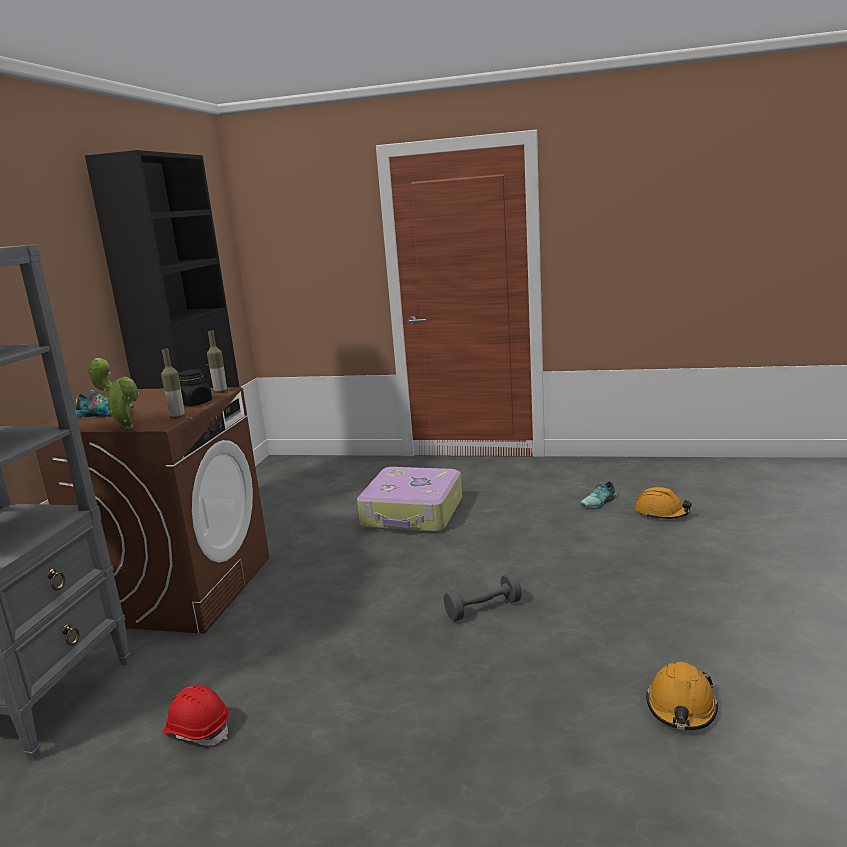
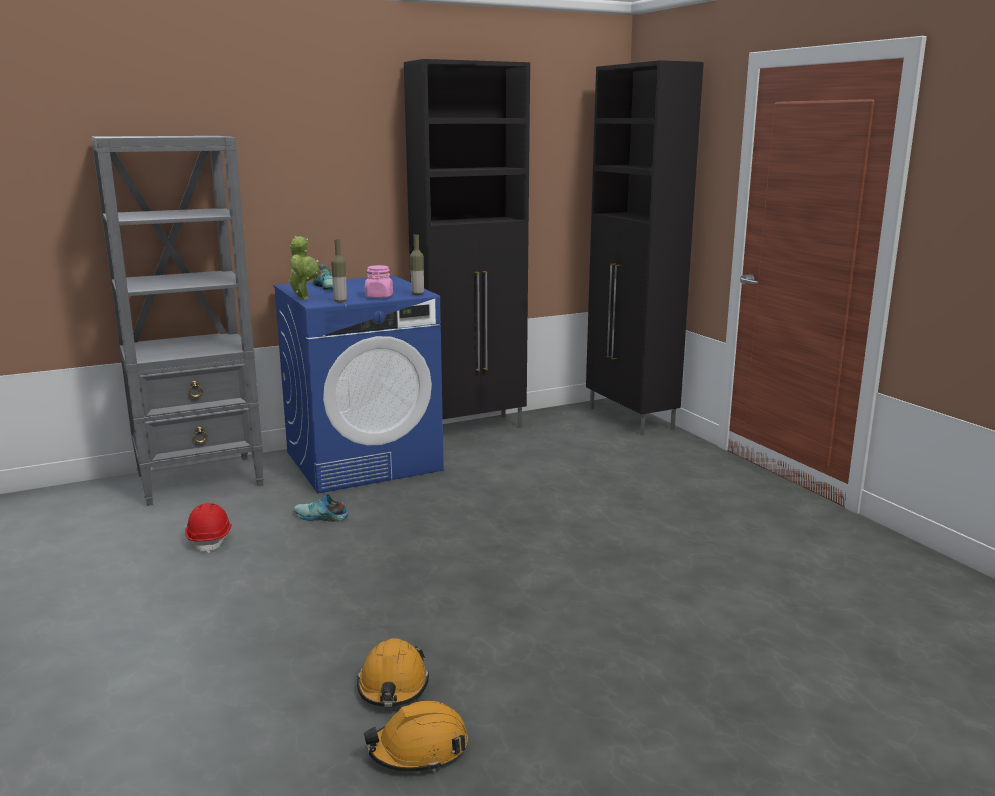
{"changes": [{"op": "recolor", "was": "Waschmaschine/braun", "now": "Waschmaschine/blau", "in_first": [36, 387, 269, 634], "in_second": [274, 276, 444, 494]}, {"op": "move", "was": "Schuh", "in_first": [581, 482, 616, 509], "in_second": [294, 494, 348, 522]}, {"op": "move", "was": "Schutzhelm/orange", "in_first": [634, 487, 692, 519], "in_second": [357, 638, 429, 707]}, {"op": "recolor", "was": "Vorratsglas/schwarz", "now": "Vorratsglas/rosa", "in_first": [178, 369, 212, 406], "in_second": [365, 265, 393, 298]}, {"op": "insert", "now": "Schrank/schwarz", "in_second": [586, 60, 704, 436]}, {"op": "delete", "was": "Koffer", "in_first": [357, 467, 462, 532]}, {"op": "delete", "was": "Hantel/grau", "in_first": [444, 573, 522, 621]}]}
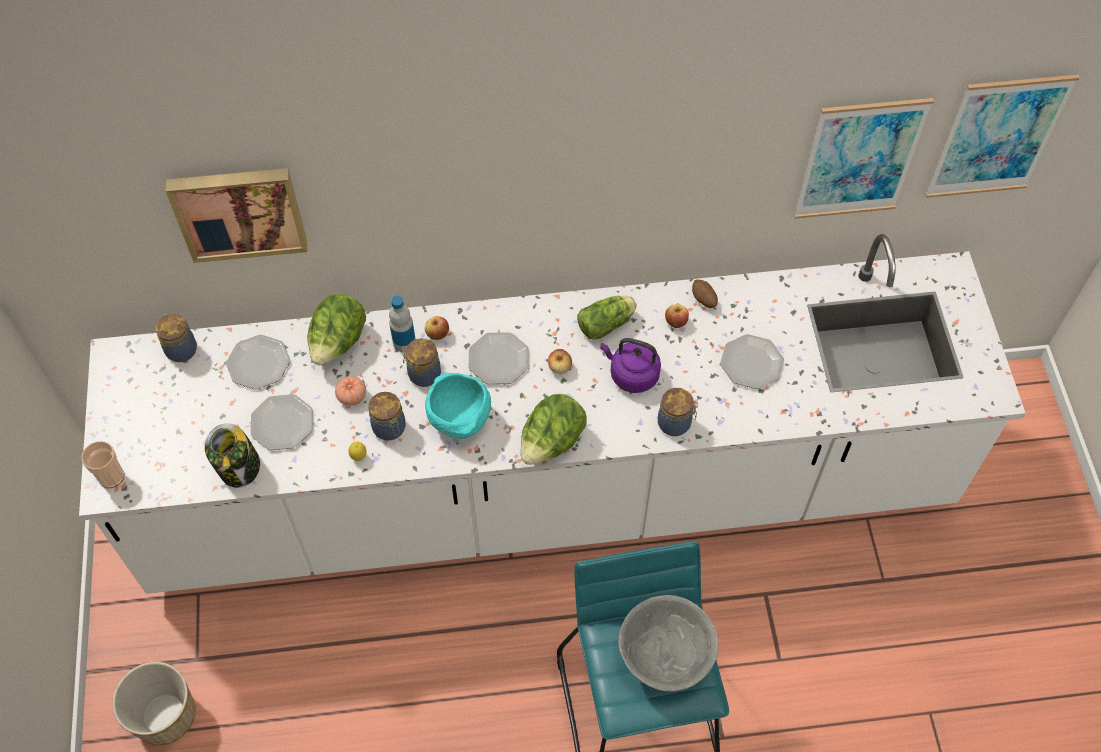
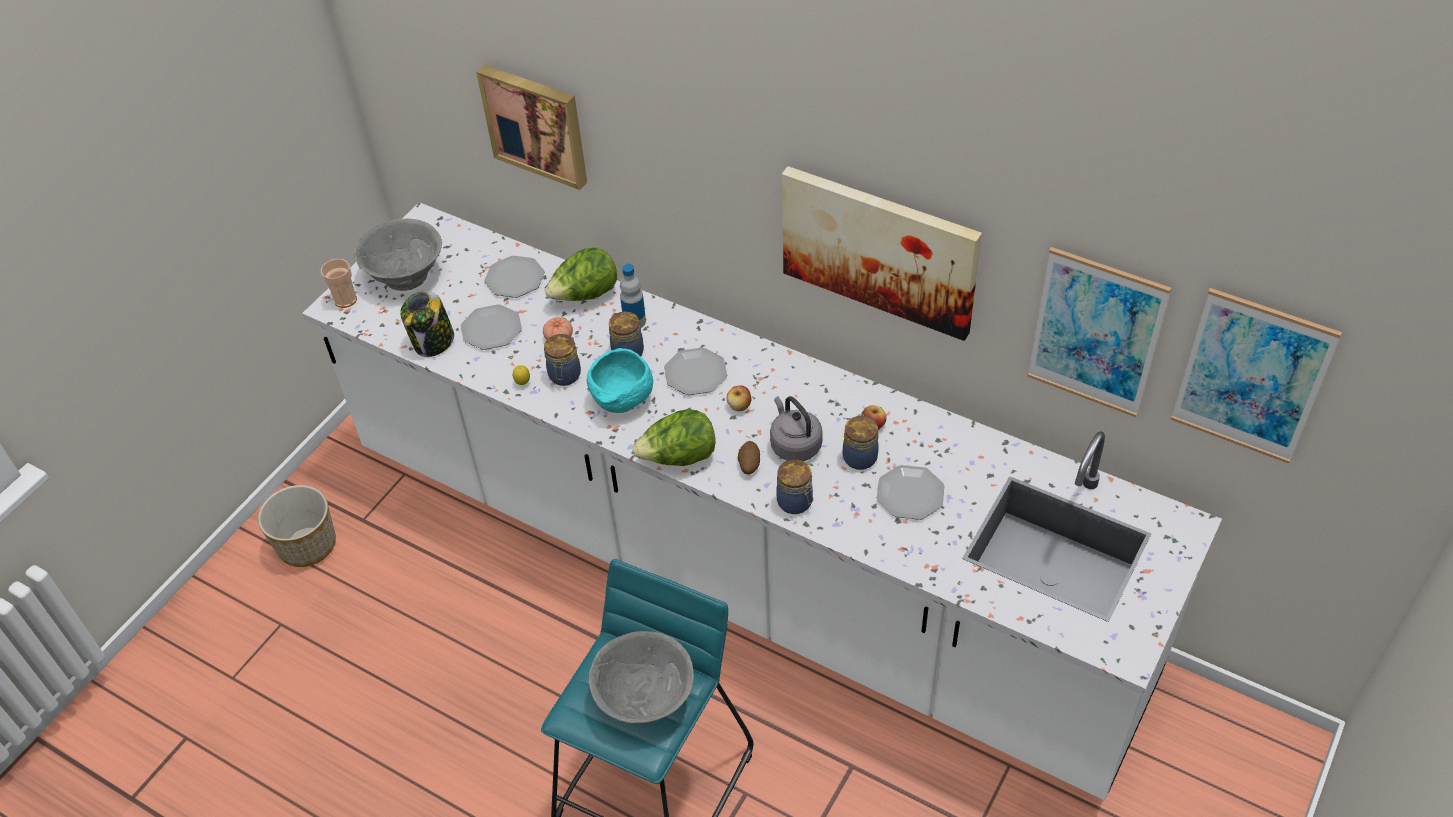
{"changes": [{"op": "insert", "now": "Schüssel/grau", "in_second": [354, 218, 442, 291]}, {"op": "move", "was": "Kartoffel", "in_first": [692, 280, 718, 308], "in_second": [738, 441, 760, 475]}, {"op": "recolor", "was": "Wasserkessel/lila", "now": "Wasserkessel/grau", "in_first": [600, 338, 661, 393], "in_second": [770, 396, 823, 461]}, {"op": "insert", "now": "Bild", "in_second": [782, 166, 982, 341]}, {"op": "move", "was": "Vorratsglas", "in_first": [156, 314, 197, 362], "in_second": [843, 414, 879, 470]}, {"op": "delete", "was": "Apfel", "in_first": [425, 316, 449, 340]}, {"op": "delete", "was": "Salatkopf", "in_first": [577, 296, 637, 339]}]}
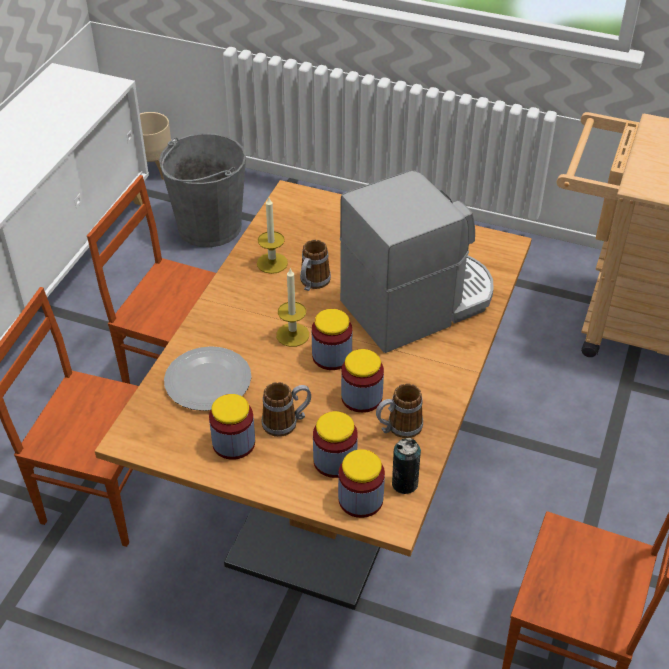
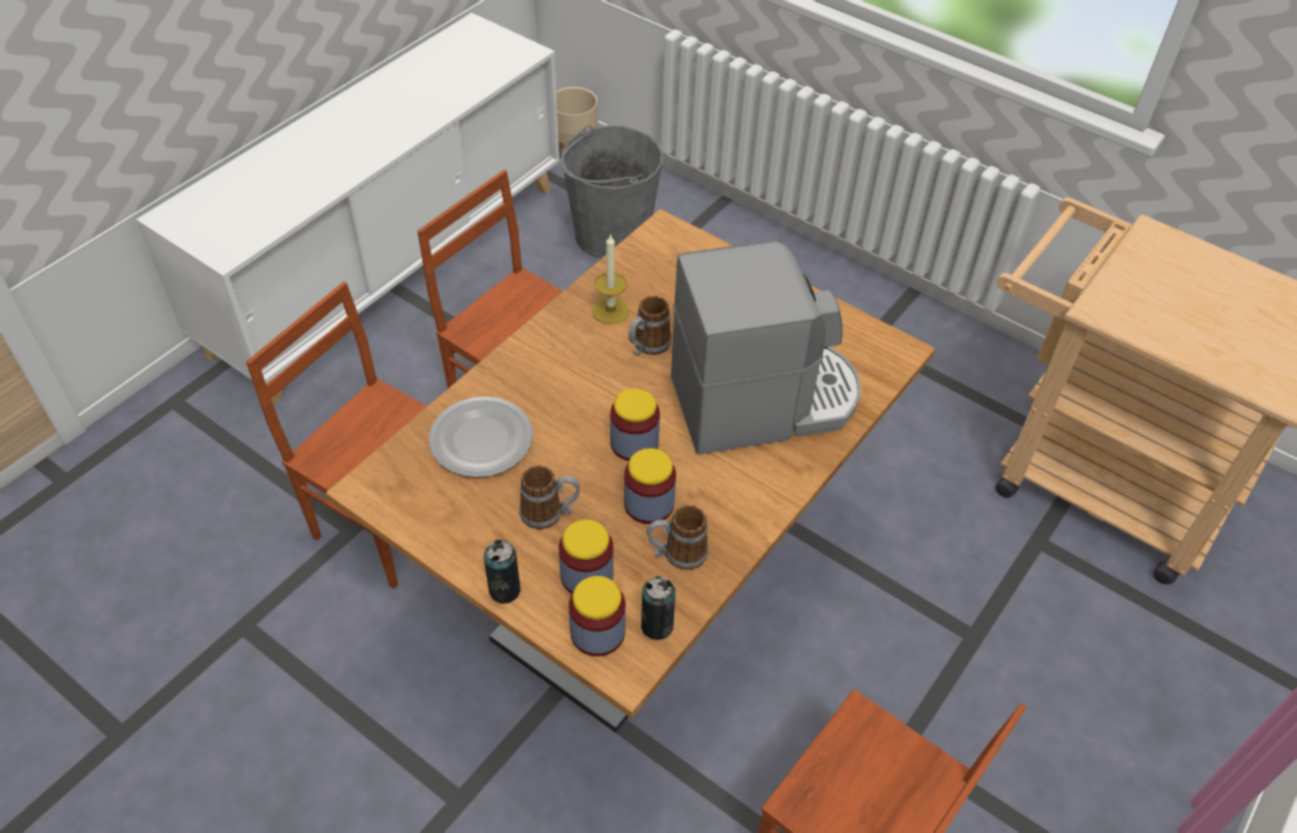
{"changes": [{"op": "insert", "now": "Dose", "in_second": [483, 540, 521, 604]}, {"op": "delete", "was": "Vorratsglas", "in_first": [209, 394, 255, 460]}, {"op": "delete", "was": "Kerze", "in_first": [276, 267, 309, 347]}]}
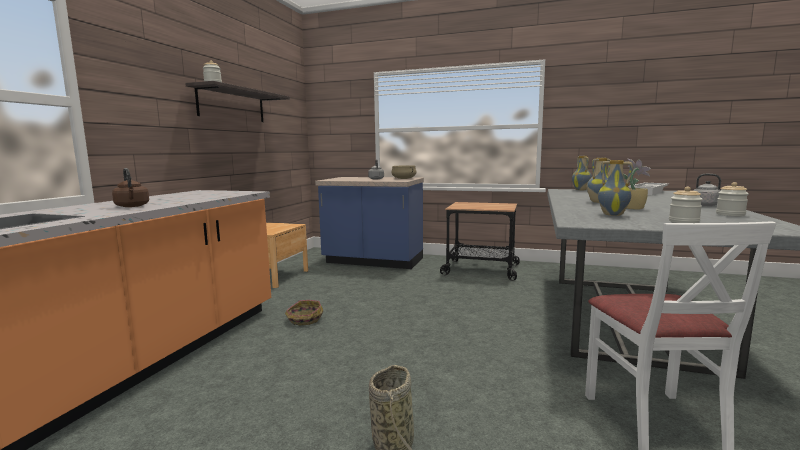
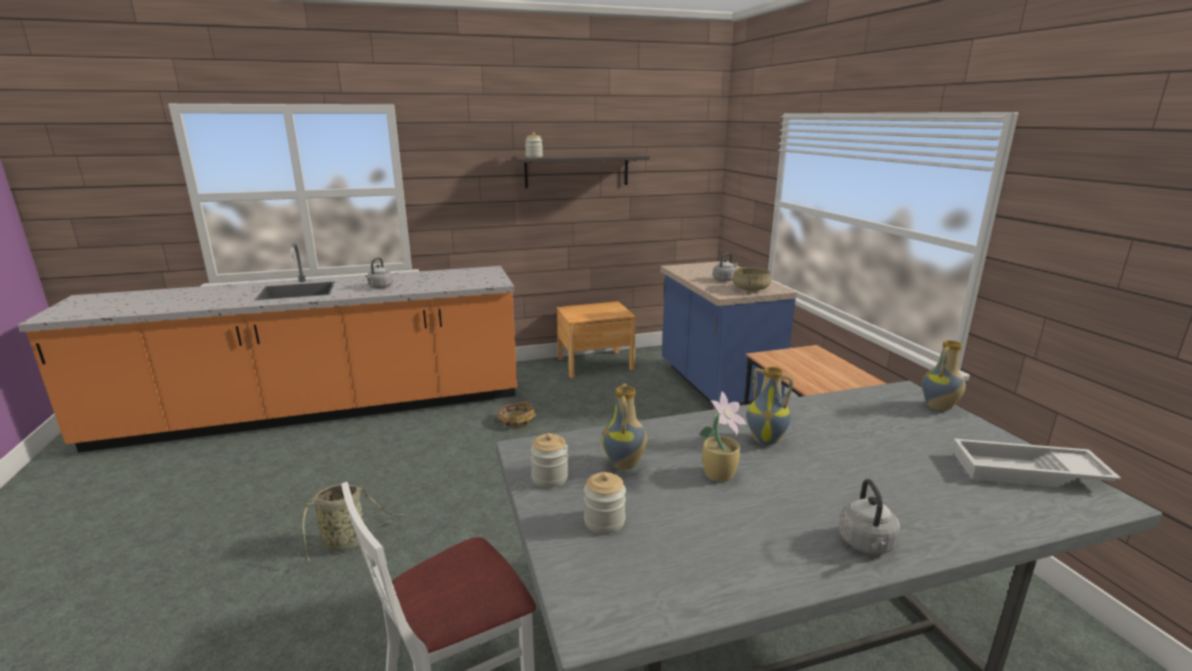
{"changes": [{"op": "recolor", "was": "Wasserkessel/braun", "now": "Wasserkessel/grau", "in_first": [112, 168, 149, 207], "in_second": [365, 257, 393, 289]}, {"op": "move", "was": "Vorratsglas", "in_first": [716, 182, 749, 216], "in_second": [530, 433, 569, 488]}]}
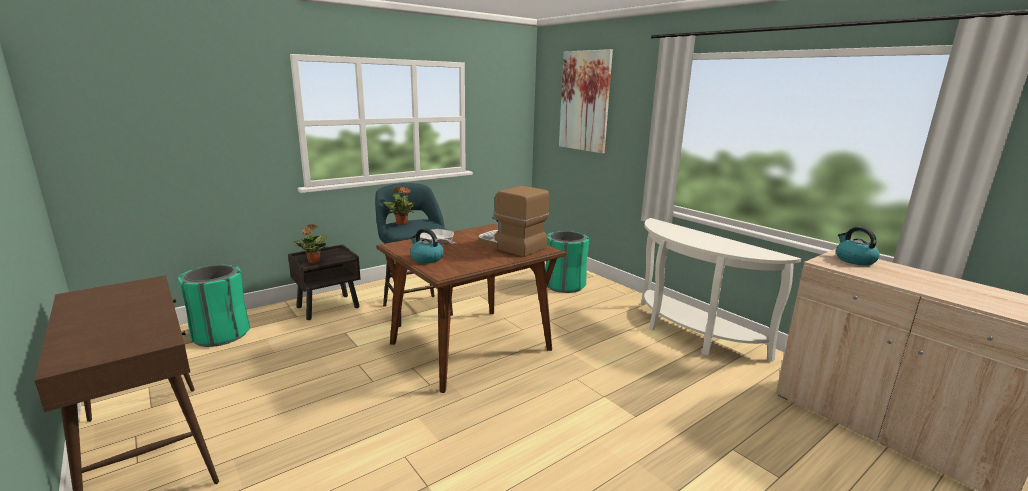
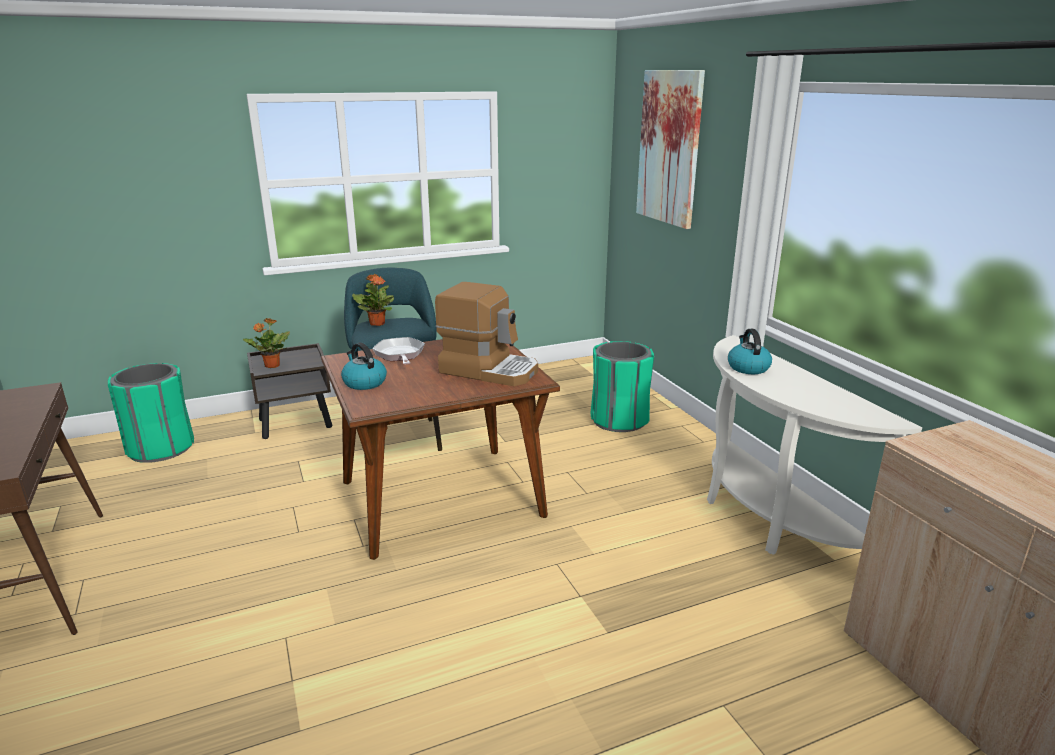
{"changes": [{"op": "rotate", "was": "Kaffeemaschine", "in_first": [478, 186, 549, 257], "in_second": [435, 282, 538, 386], "clockwise": 150}, {"op": "move", "was": "Wasserkessel", "in_first": [836, 227, 880, 265], "in_second": [728, 329, 772, 374]}]}
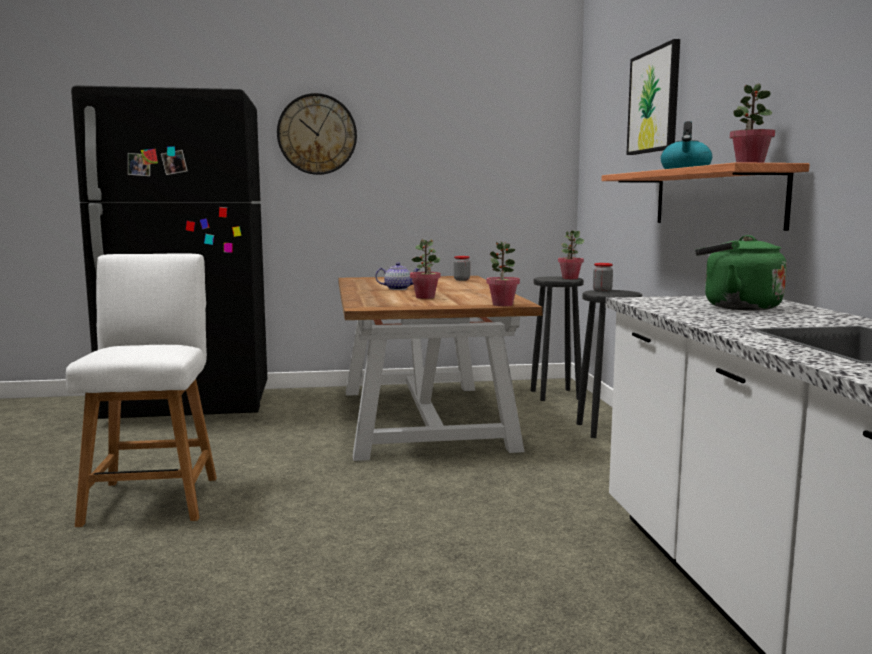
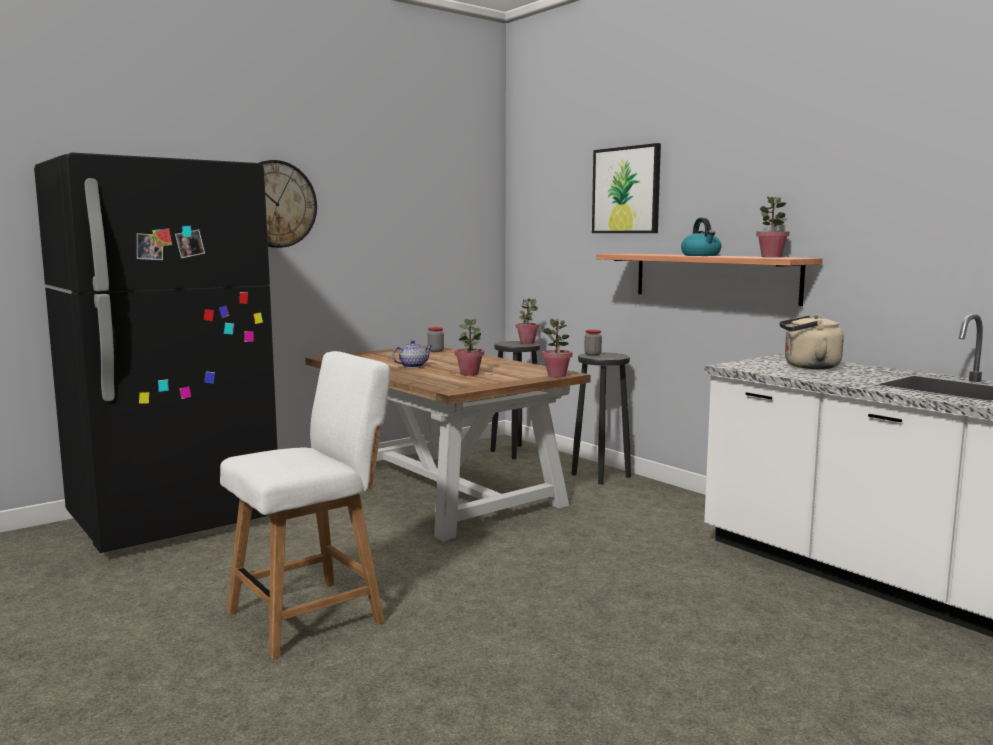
{"changes": [{"op": "rotate", "was": "Stuhl/weiß", "in_first": [66, 253, 217, 527], "in_second": [220, 351, 390, 659], "clockwise": 90}, {"op": "recolor", "was": "Wasserkessel/grün", "now": "Wasserkessel/beige", "in_first": [695, 235, 787, 310], "in_second": [779, 314, 844, 369]}]}
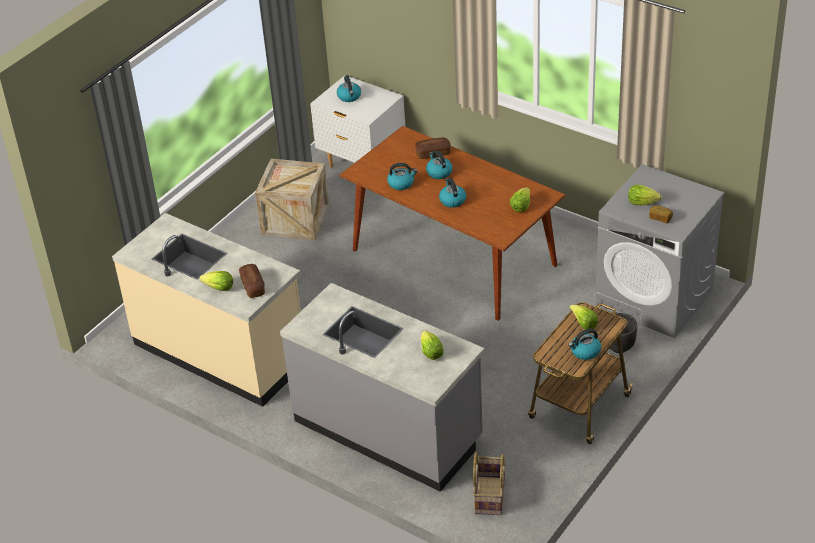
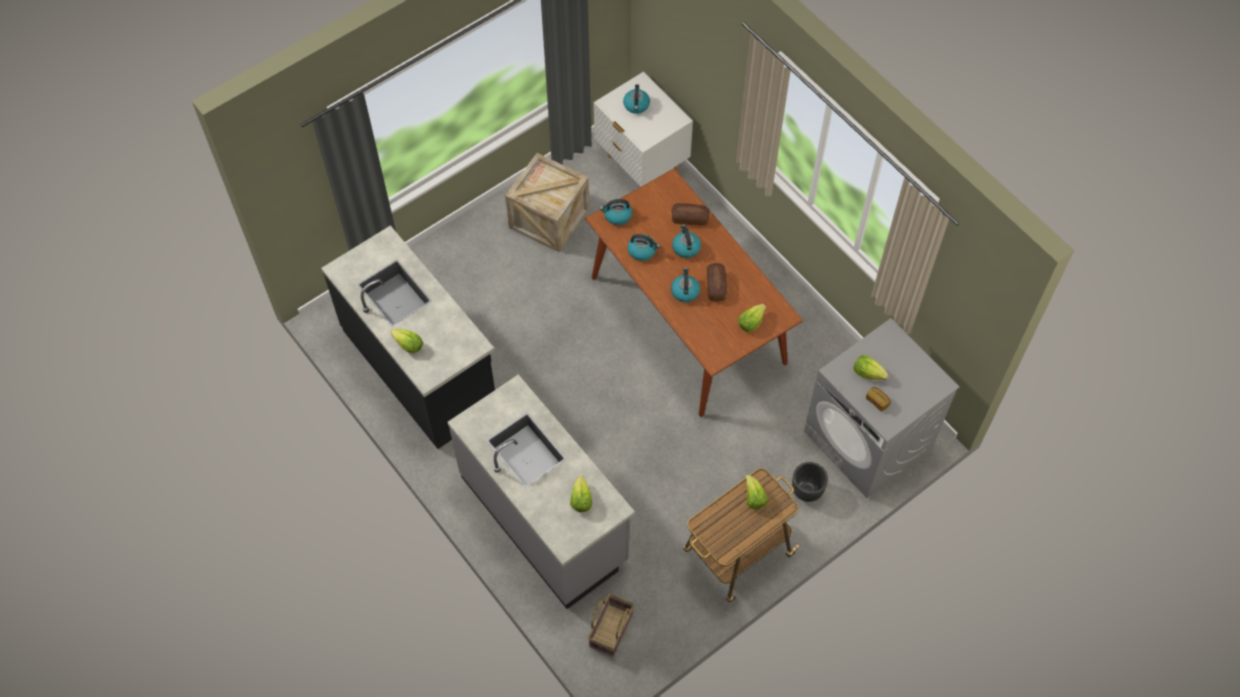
{"changes": [{"op": "recolor", "was": "Küchenzeile/beige", "now": "Küchenzeile/schwarz", "in_first": [112, 213, 301, 407], "in_second": [321, 225, 495, 449]}, {"op": "move", "was": "Wasserkessel", "in_first": [568, 329, 601, 360], "in_second": [600, 199, 632, 225]}, {"op": "move", "was": "Brot", "in_first": [239, 264, 265, 298], "in_second": [707, 263, 727, 301]}]}
